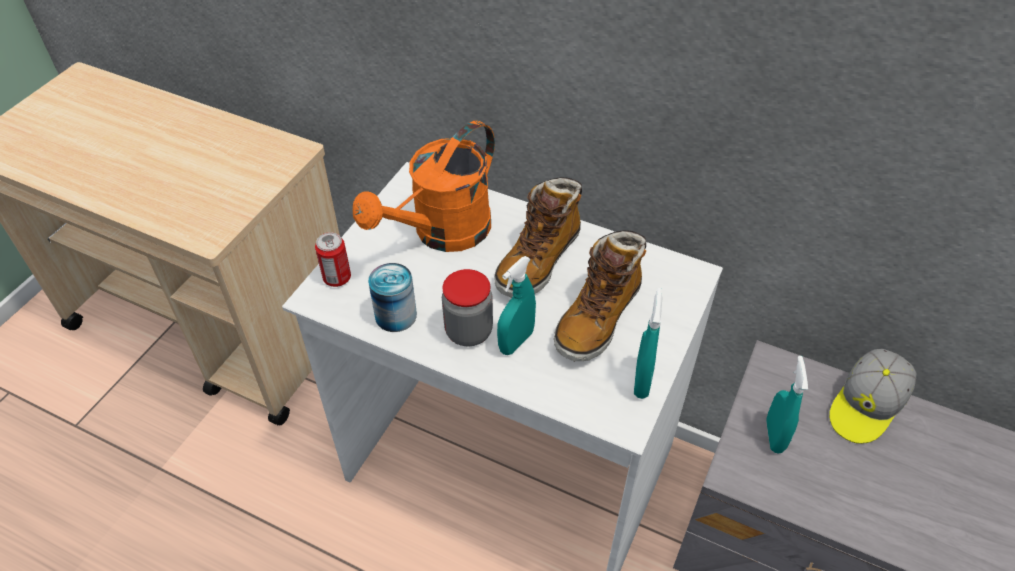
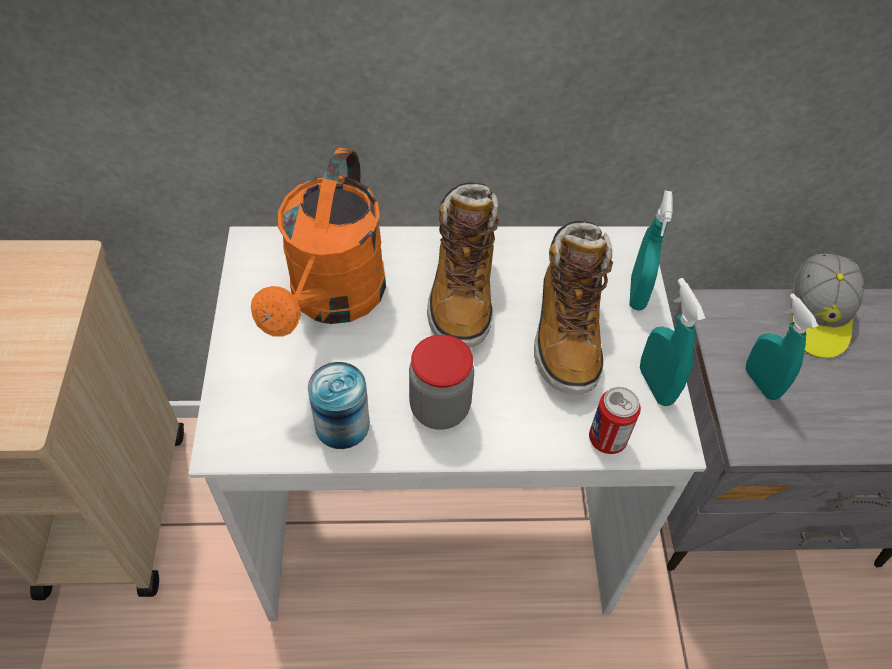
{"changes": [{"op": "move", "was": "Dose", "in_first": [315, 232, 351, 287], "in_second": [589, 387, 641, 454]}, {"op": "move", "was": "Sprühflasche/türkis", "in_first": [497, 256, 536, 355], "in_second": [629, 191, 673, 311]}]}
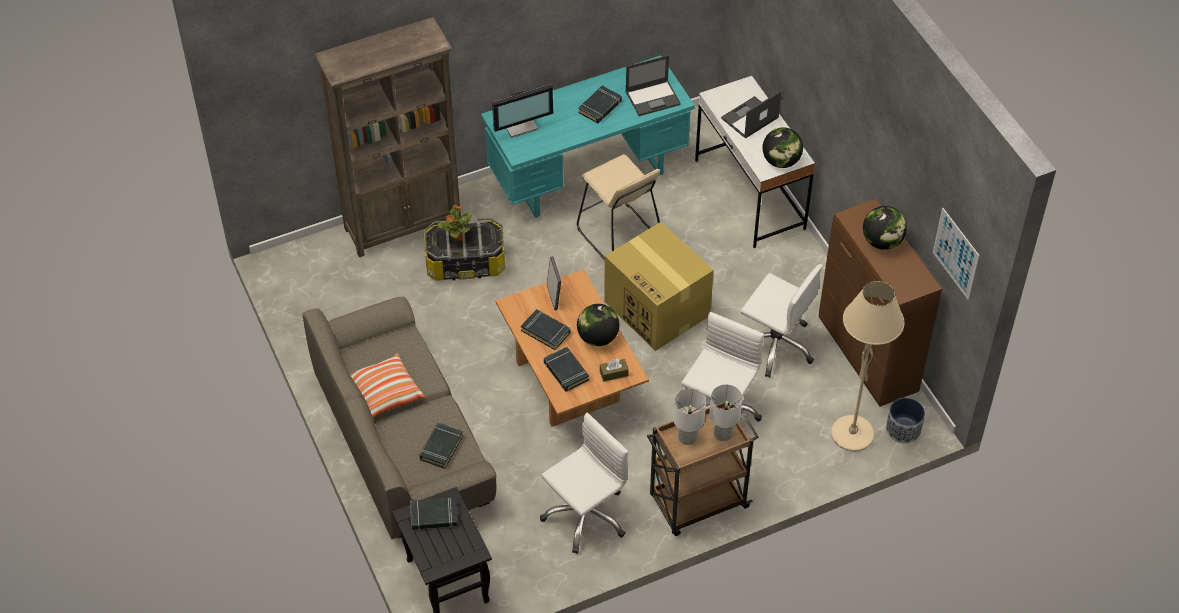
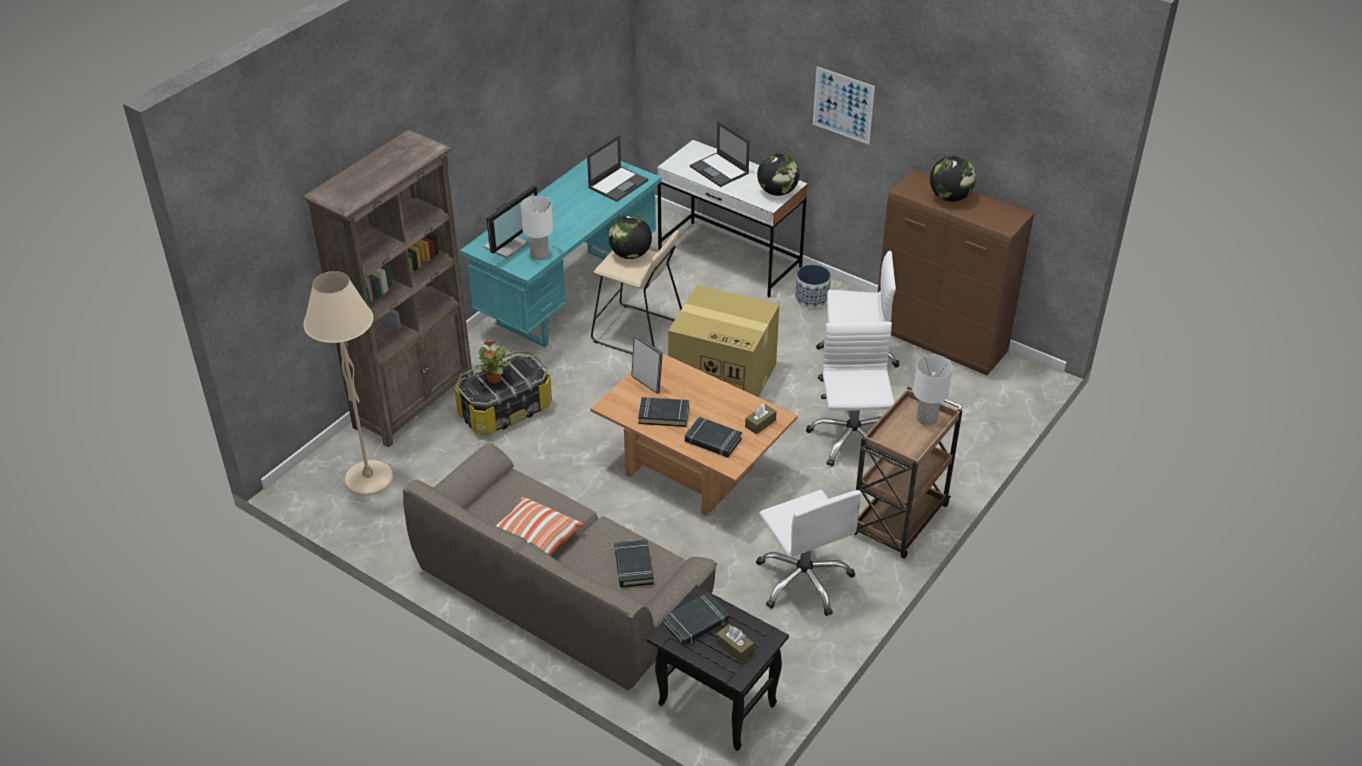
{"changes": [{"op": "move", "was": "Stehlampe/beige", "in_first": [831, 281, 905, 451], "in_second": [303, 271, 393, 495]}, {"op": "move", "was": "Tischlampe/weiß", "in_first": [673, 388, 706, 445], "in_second": [521, 196, 553, 260]}, {"op": "move", "was": "Globus", "in_first": [577, 304, 619, 346], "in_second": [608, 215, 652, 259]}, {"op": "rotate", "was": "Laptop", "in_first": [721, 91, 781, 139], "in_second": [690, 121, 750, 187], "clockwise": -60}, {"op": "insert", "now": "Taschentuchbox/braun", "in_second": [716, 624, 754, 662]}, {"op": "rotate", "was": "Bürostuhl/weiß", "in_first": [540, 412, 628, 554], "in_second": [756, 490, 861, 616], "clockwise": 135}, {"op": "move", "was": "Pflanzkübel", "in_first": [886, 397, 925, 443], "in_second": [795, 265, 831, 309]}, {"op": "move", "was": "Bild", "in_first": [933, 208, 980, 300], "in_second": [813, 67, 875, 145]}, {"op": "delete", "was": "Buch/schwarz", "in_first": [578, 86, 622, 123]}]}
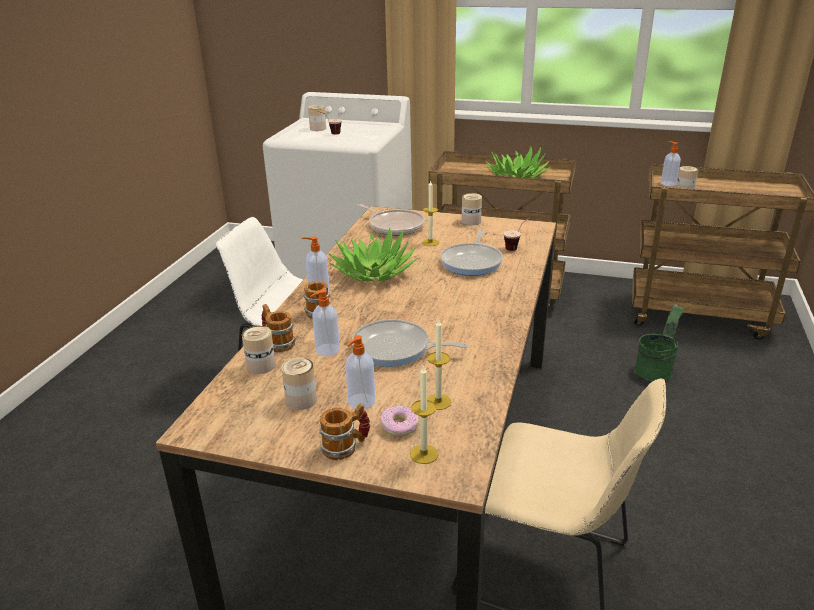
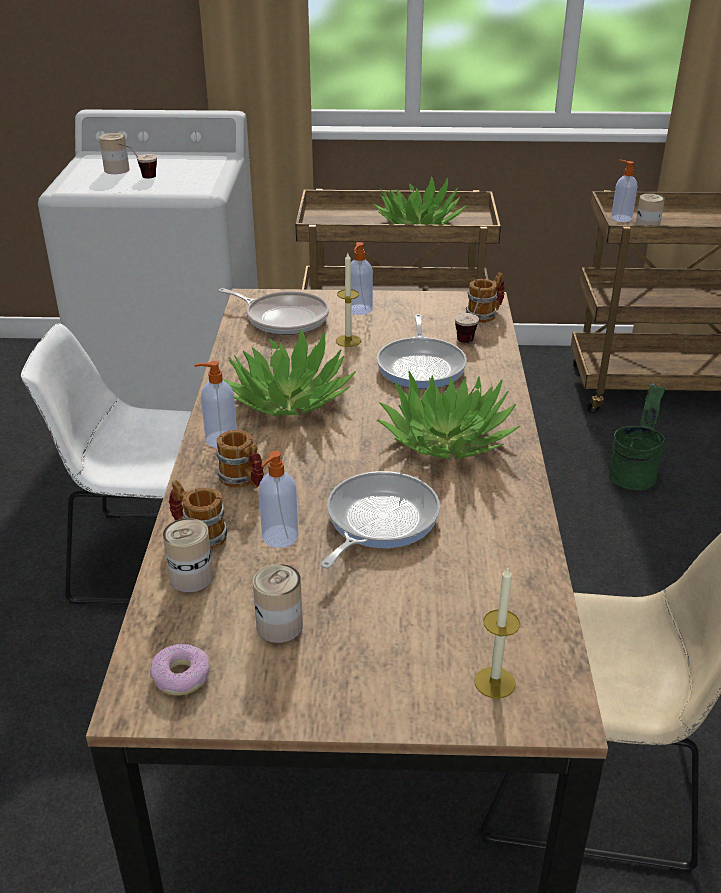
{"changes": [{"op": "move", "was": "Donut", "in_first": [380, 405, 420, 437], "in_second": [150, 643, 211, 695]}, {"op": "rotate", "was": "Pfanne", "in_first": [352, 319, 468, 367], "in_second": [321, 471, 440, 569], "clockwise": 120}, {"op": "move", "was": "Seifenspender", "in_first": [346, 335, 375, 409], "in_second": [351, 242, 373, 315]}, {"op": "insert", "now": "Topfpflanze", "in_second": [377, 371, 520, 460]}, {"op": "move", "was": "Henkelbecher", "in_first": [319, 403, 370, 460], "in_second": [466, 272, 505, 323]}, {"op": "delete", "was": "Kerze", "in_first": [427, 319, 451, 410]}, {"op": "delete", "was": "Dose", "in_first": [462, 193, 482, 225]}]}
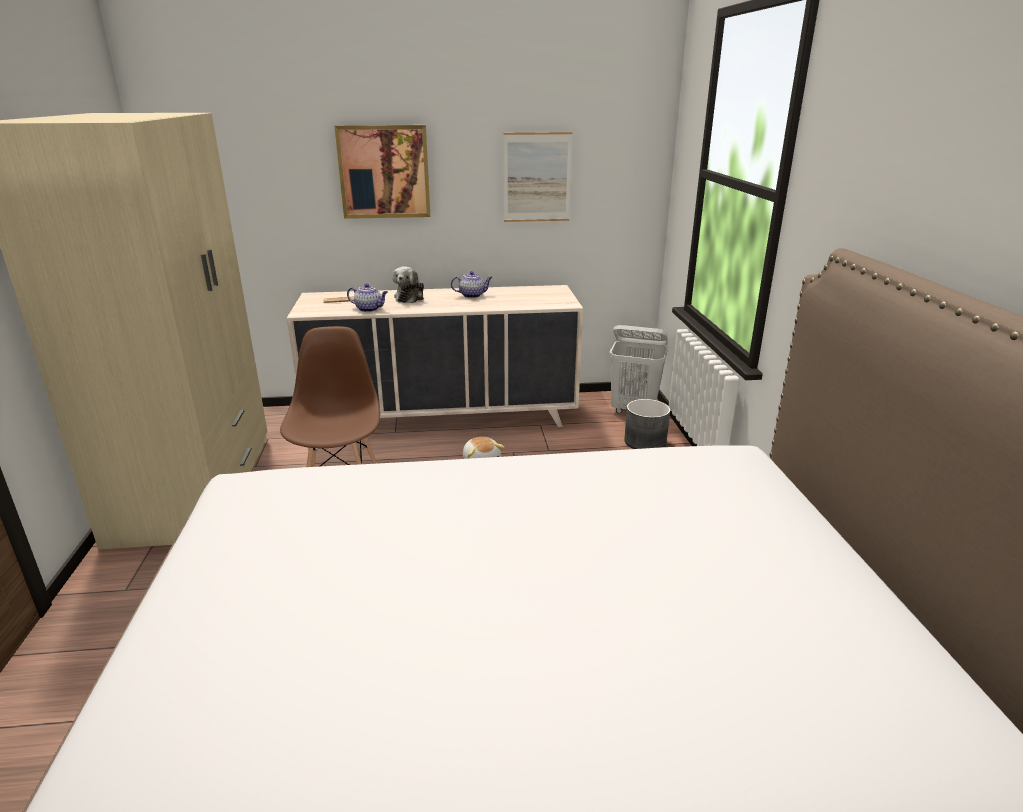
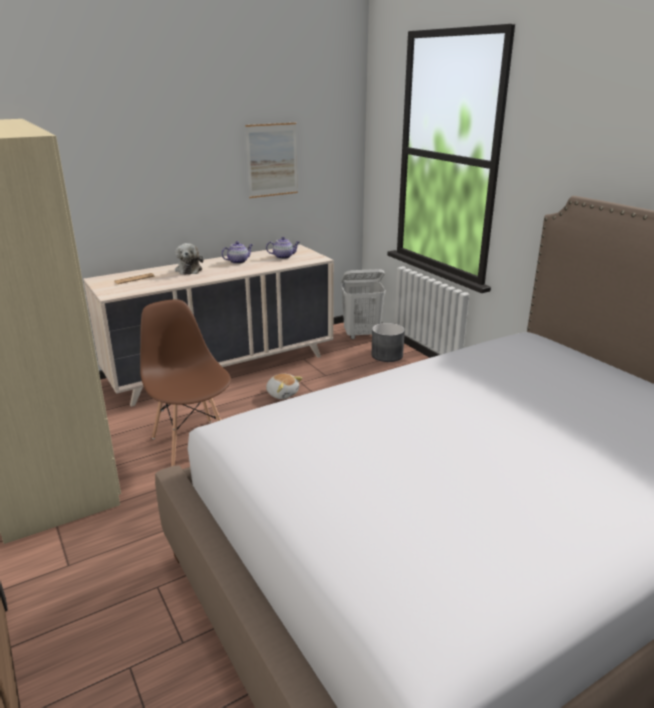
{"changes": [{"op": "move", "was": "Teekanne", "in_first": [347, 283, 388, 312], "in_second": [266, 237, 300, 259]}, {"op": "delete", "was": "Bild", "in_first": [335, 125, 430, 219]}]}
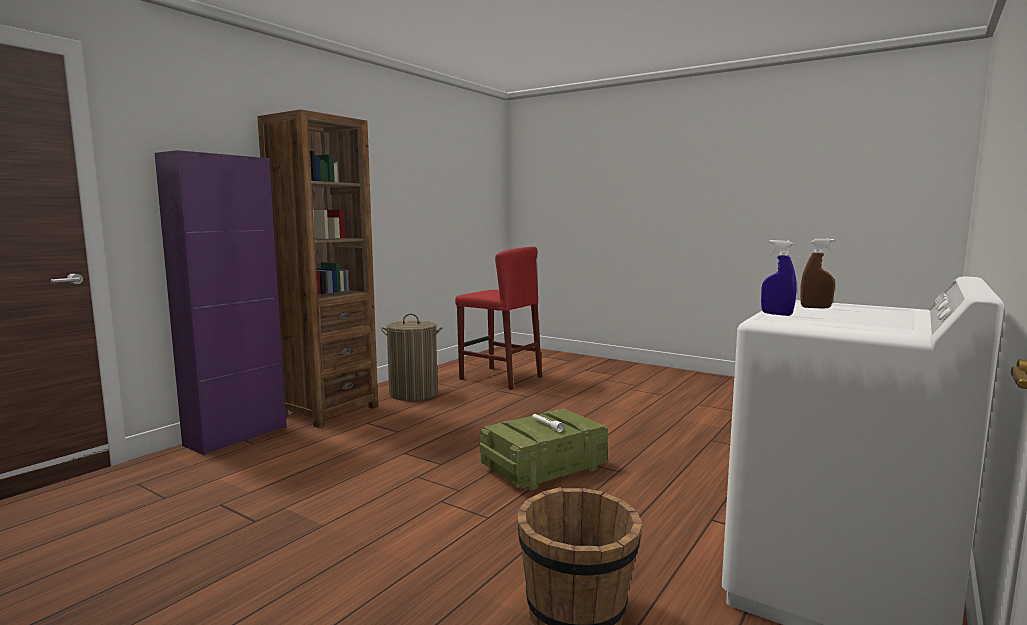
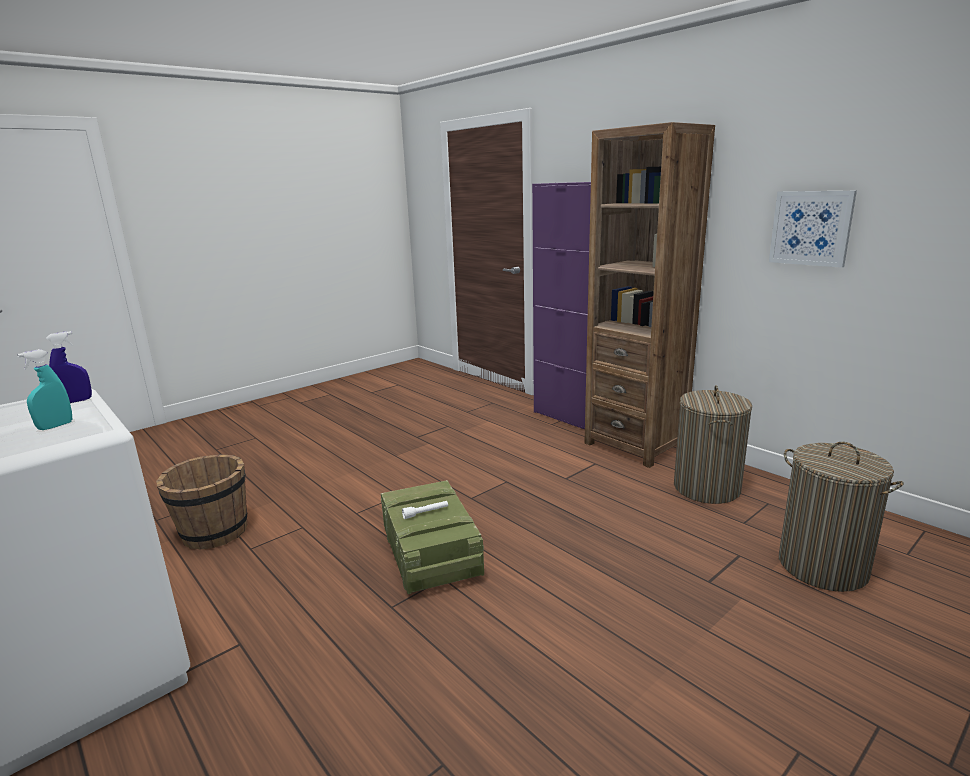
{"changes": [{"op": "recolor", "was": "Sprühflasche/braun", "now": "Sprühflasche/türkis", "in_first": [800, 239, 835, 309], "in_second": [17, 349, 72, 430]}, {"op": "insert", "now": "Bild", "in_second": [769, 191, 857, 268]}, {"op": "replace", "was": "Hocker/rot", "now": "Wäschekorb", "in_first": [455, 247, 542, 390], "in_second": [779, 442, 904, 592]}]}
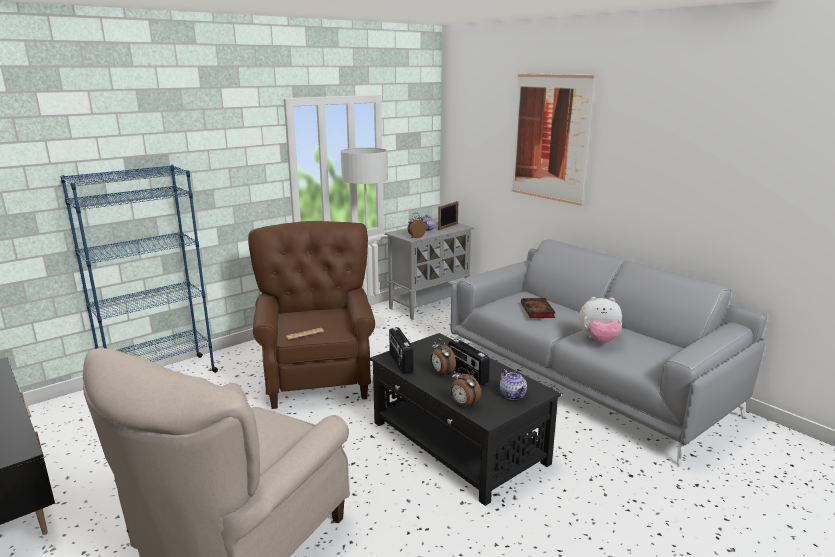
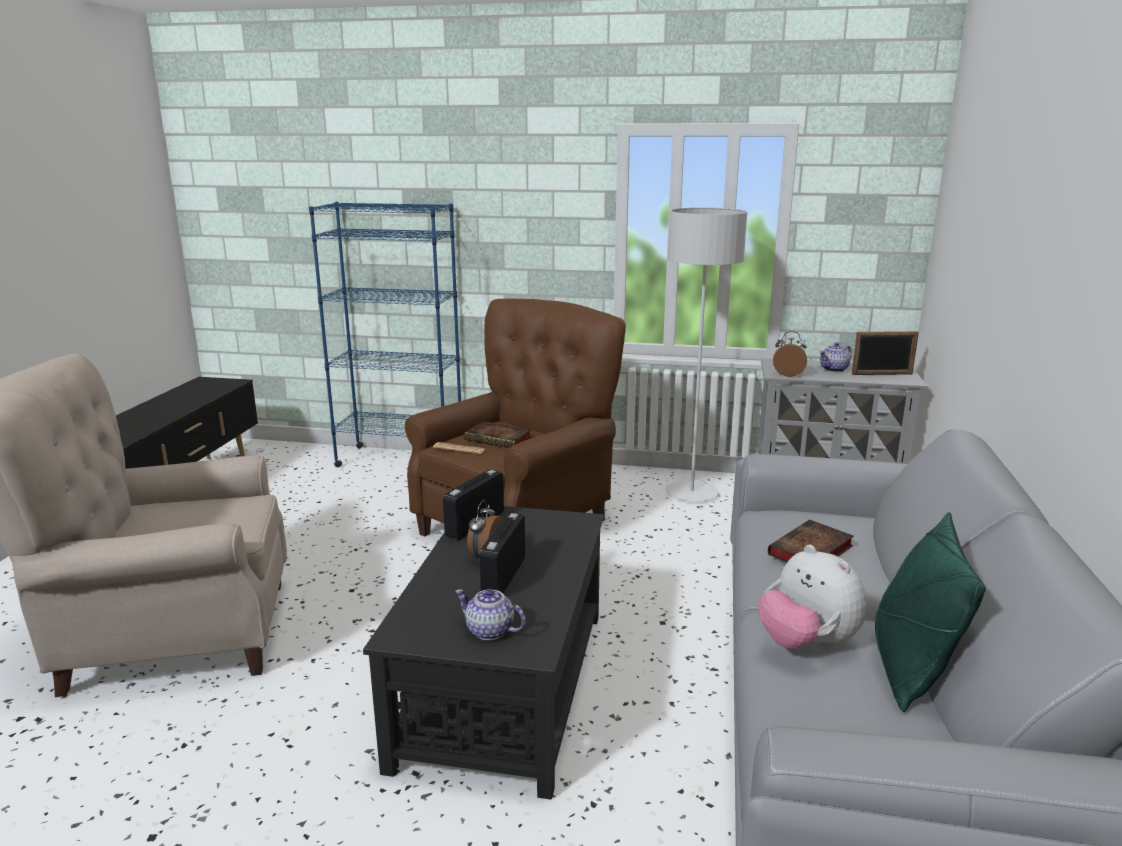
{"changes": [{"op": "rotate", "was": "Teekanne", "in_first": [500, 369, 527, 400], "in_second": [455, 589, 526, 640], "clockwise": 90}, {"op": "insert", "now": "Buch", "in_second": [464, 421, 532, 448]}, {"op": "insert", "now": "Kissen/grün", "in_second": [875, 512, 986, 712]}, {"op": "delete", "was": "Wecker", "in_first": [450, 367, 481, 408]}, {"op": "delete", "was": "Bild", "in_first": [512, 74, 595, 206]}]}
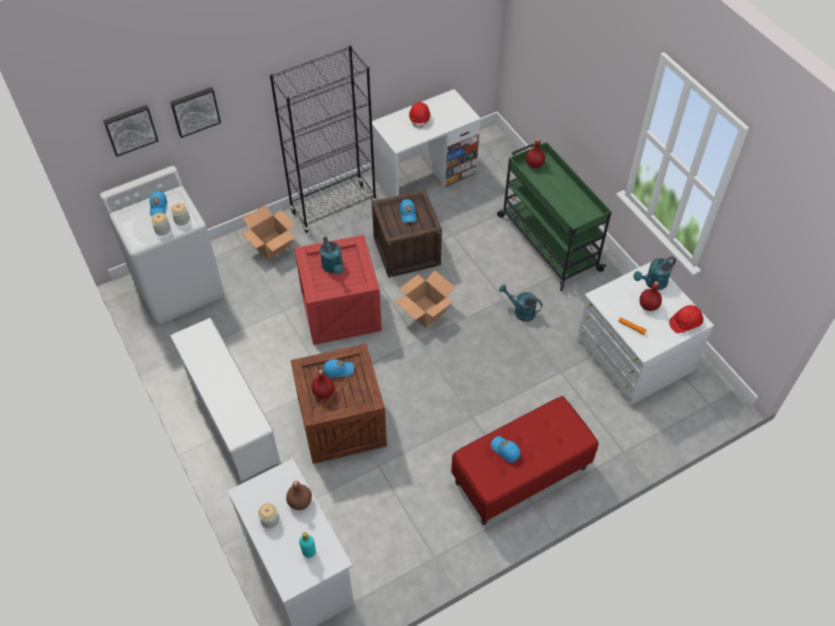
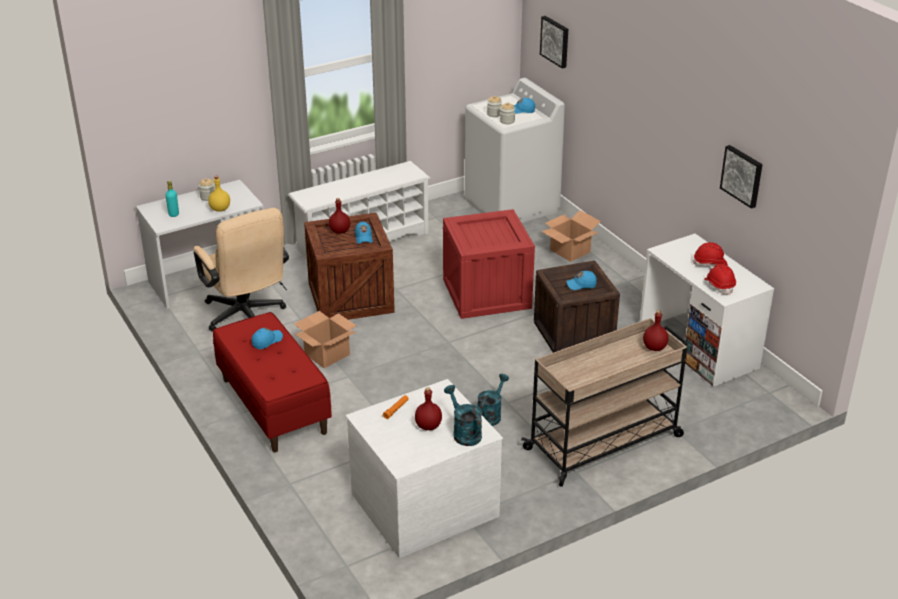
{"changes": [{"op": "insert", "now": "Bürostuhl/beige", "in_second": [194, 208, 289, 331]}, {"op": "recolor", "was": "Flasche/braun", "now": "Flasche/gelb", "in_first": [286, 481, 312, 510], "in_second": [208, 176, 230, 212]}, {"op": "move", "was": "Karton", "in_first": [396, 270, 455, 328], "in_second": [294, 311, 357, 368]}, {"op": "recolor", "was": "Rollwagen/grün", "now": "Rollwagen/beige", "in_first": [497, 142, 612, 291], "in_second": [521, 318, 688, 487]}, {"op": "move", "was": "Schutzhelm/rot", "in_first": [669, 305, 704, 333], "in_second": [704, 264, 736, 295]}, {"op": "move", "was": "Bild", "in_first": [170, 87, 221, 138], "in_second": [720, 145, 763, 209]}, {"op": "delete", "was": "Bücherregal/schwarz", "in_first": [270, 46, 377, 233]}, {"op": "delete", "was": "Gießkanne/türkis", "in_first": [320, 236, 344, 274]}]}
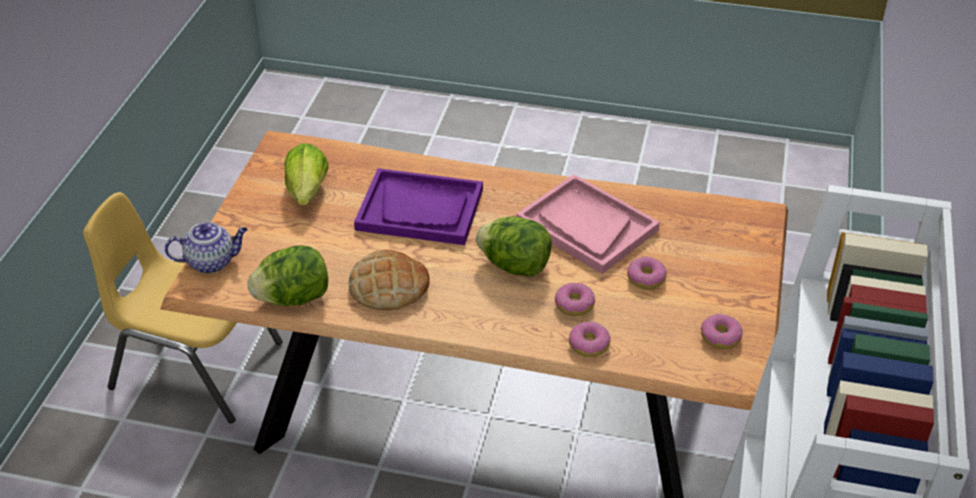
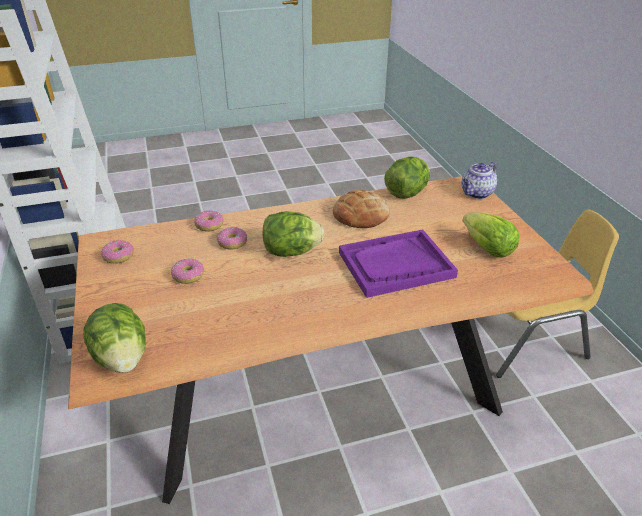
{"changes": [{"op": "insert", "now": "Salatkopf", "in_second": [83, 303, 145, 373]}, {"op": "delete", "was": "Tablett/rosa", "in_first": [516, 174, 660, 274]}]}
